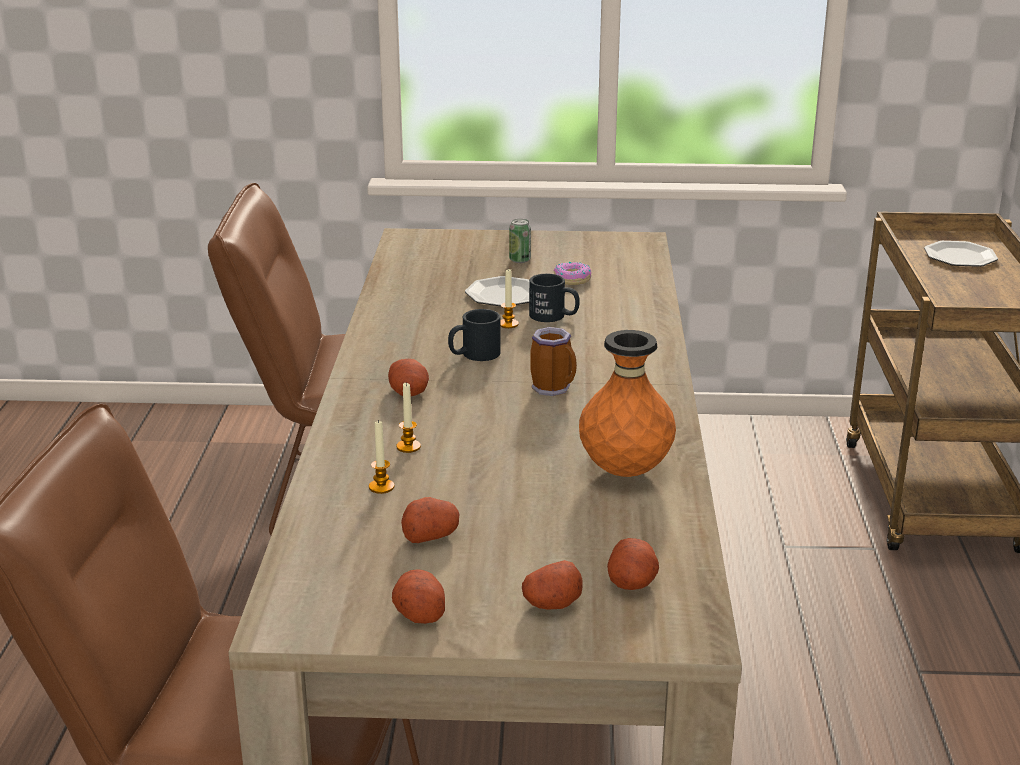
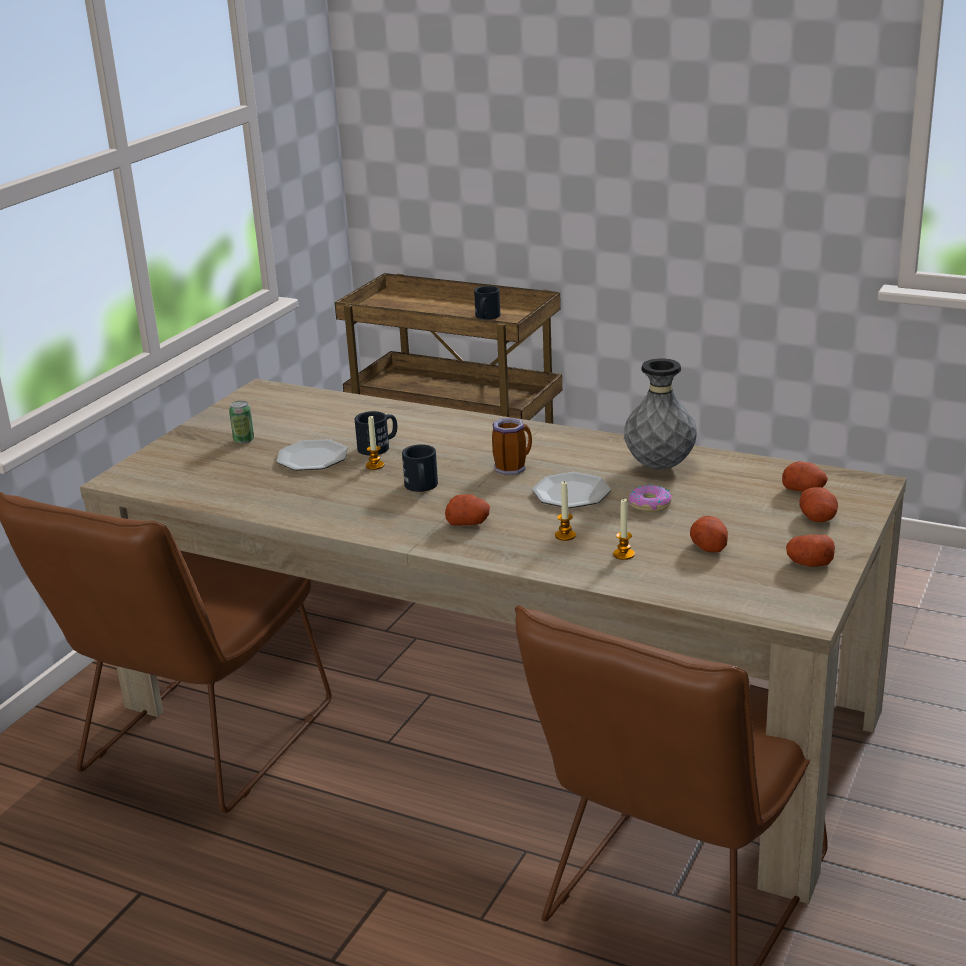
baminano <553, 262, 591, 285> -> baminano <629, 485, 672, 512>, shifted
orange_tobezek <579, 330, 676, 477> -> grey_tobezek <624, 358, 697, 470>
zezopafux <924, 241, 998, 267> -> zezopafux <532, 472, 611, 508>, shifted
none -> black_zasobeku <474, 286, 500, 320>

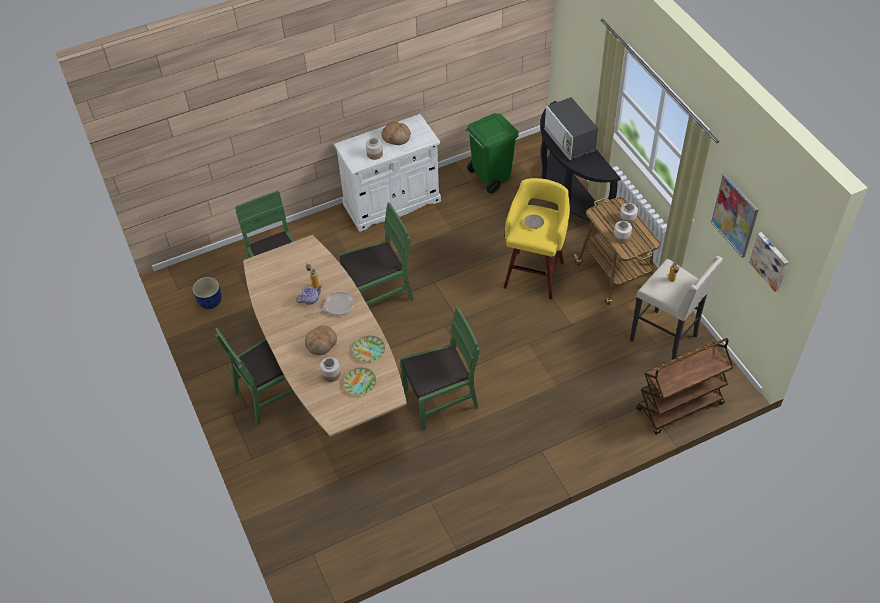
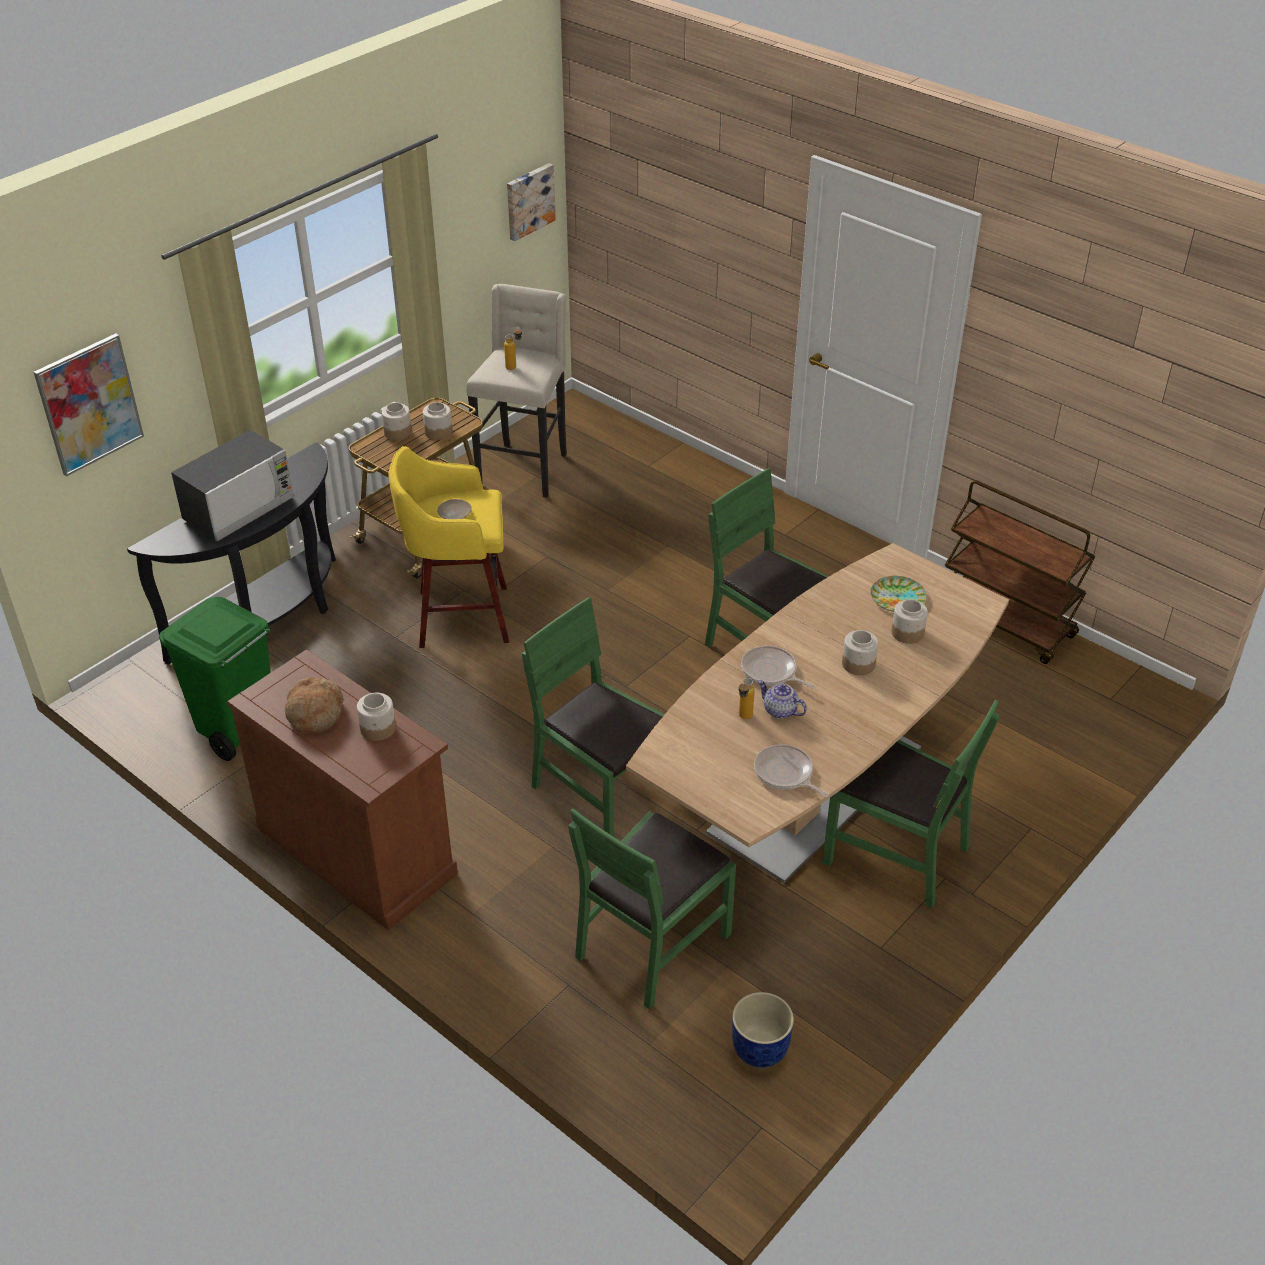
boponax <305, 325, 337, 355> -> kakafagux <842, 630, 878, 675>
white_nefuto <334, 114, 441, 232> -> brown_nefuto <227, 649, 458, 931>
zezopafux <353, 335, 385, 362> -> none
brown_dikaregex <636, 338, 734, 435> -> brown_dikaregex <944, 480, 1096, 664>, shifted
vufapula <711, 174, 759, 258> -> vufapula <34, 334, 144, 477>, shifted
none -> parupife <754, 744, 829, 798>

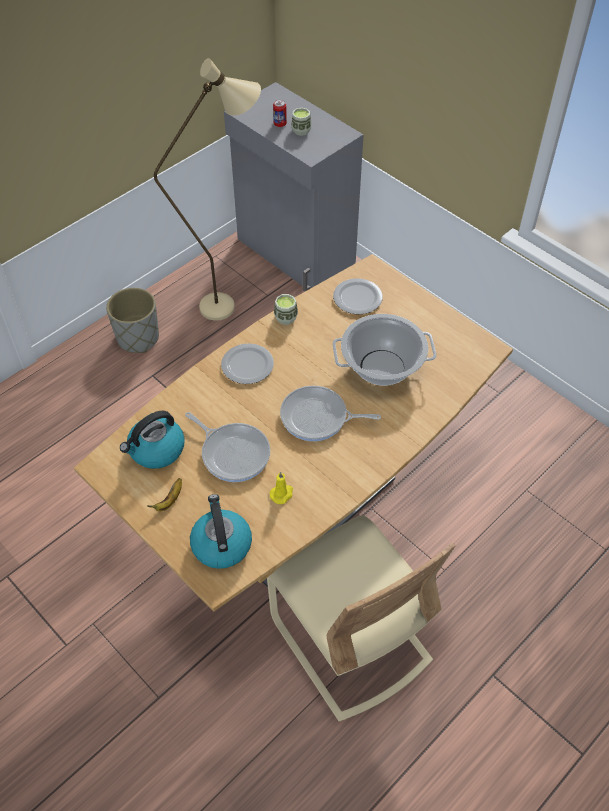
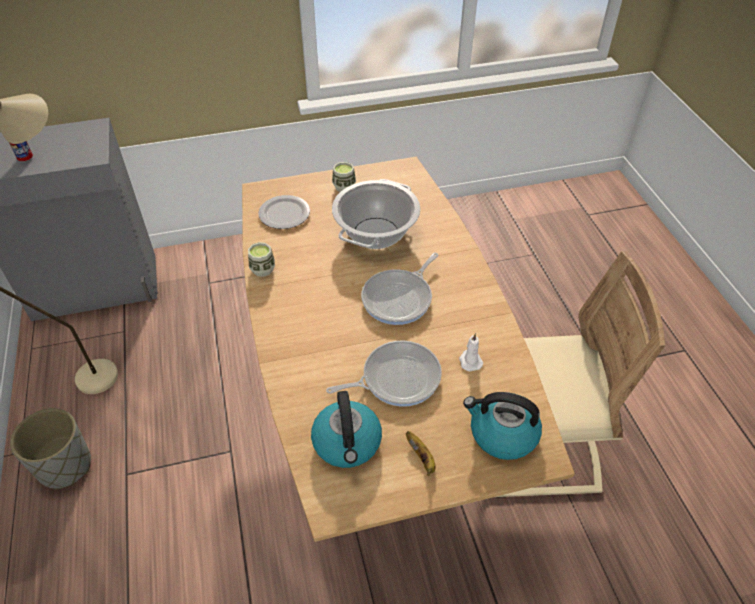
zezopafux <221, 343, 274, 384> -> none
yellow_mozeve <270, 472, 293, 504> -> white_mozeve <459, 333, 484, 371>
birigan <291, 108, 311, 136> -> birigan <332, 162, 356, 192>, shifted

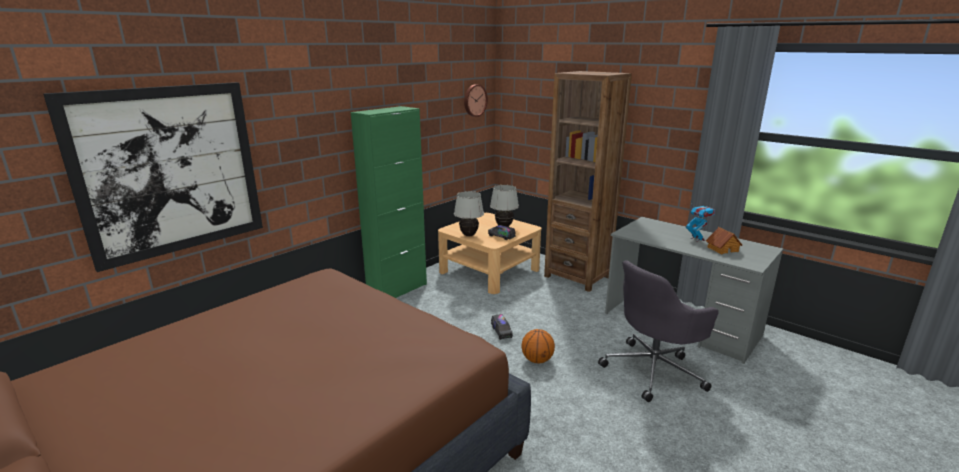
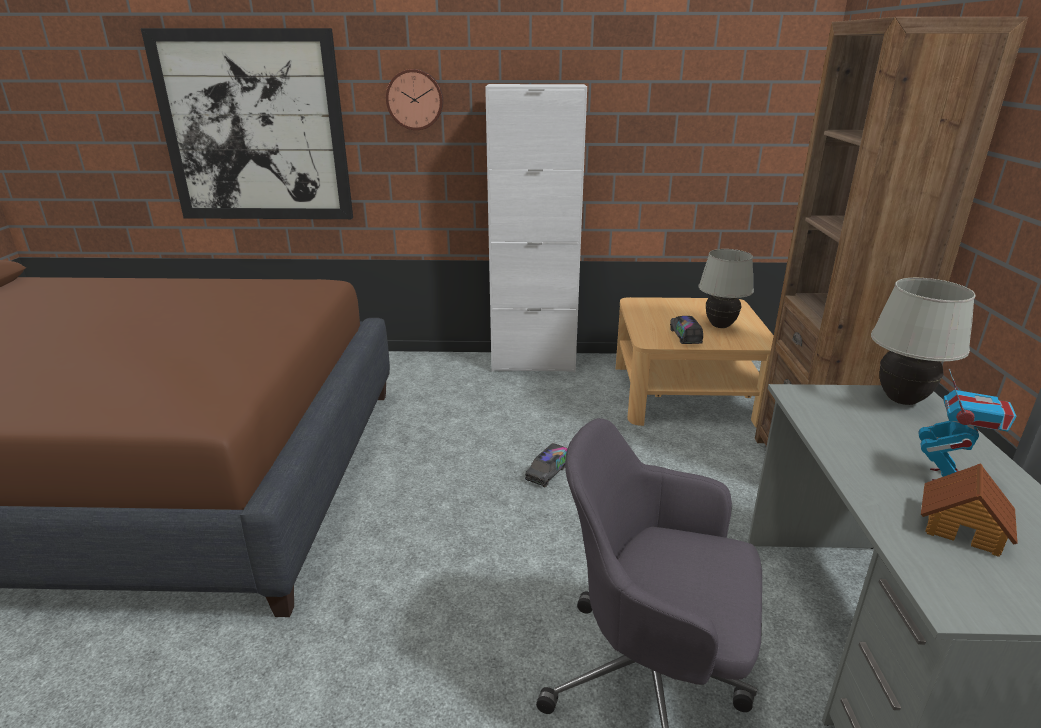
green_nefuto <351, 106, 427, 298> -> white_nefuto <485, 84, 587, 373>
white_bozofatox <454, 191, 484, 236> -> white_bozofatox <871, 278, 975, 405>, shifted
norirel <464, 84, 488, 117> -> norirel <386, 69, 443, 130>, shifted
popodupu <521, 329, 555, 363> -> none

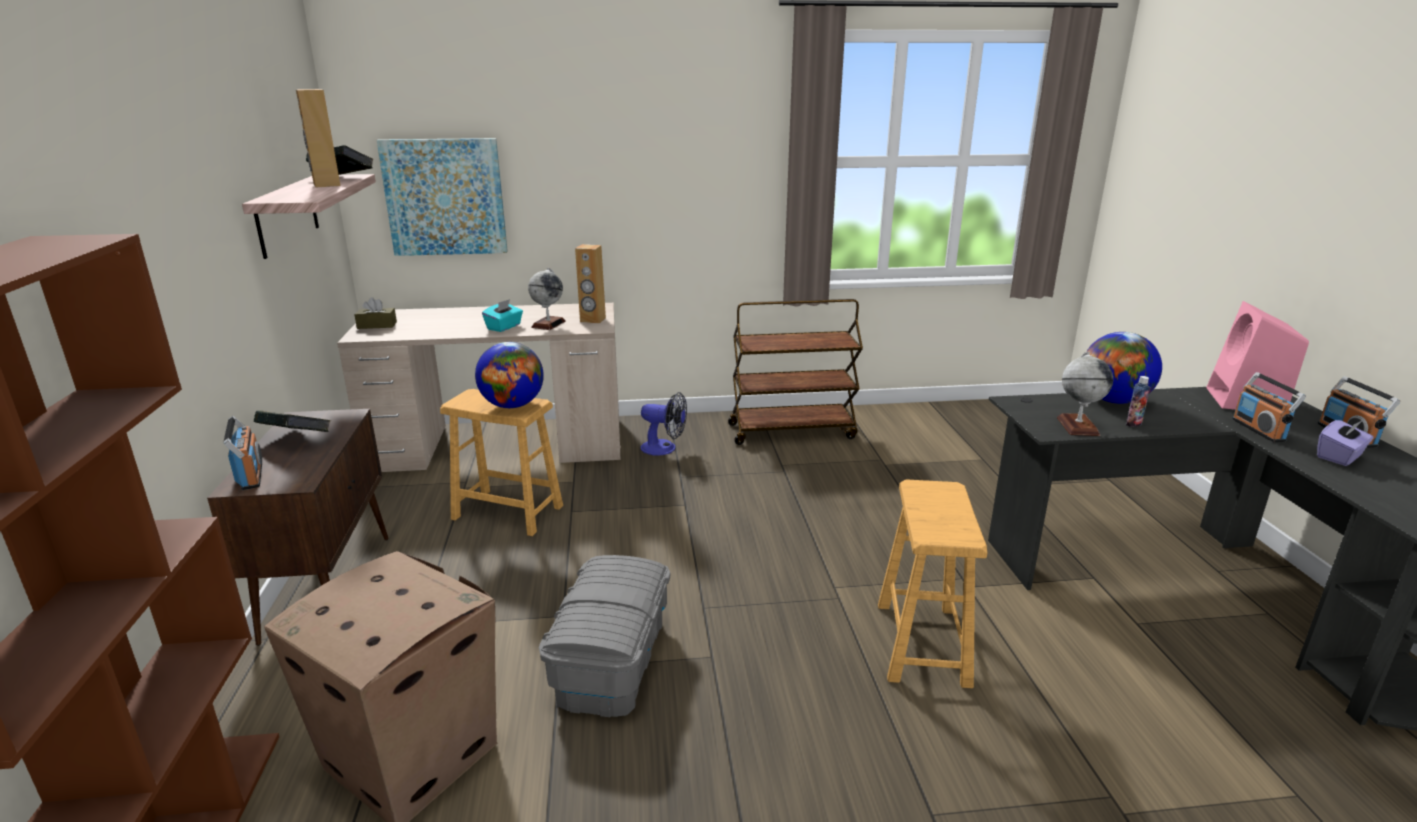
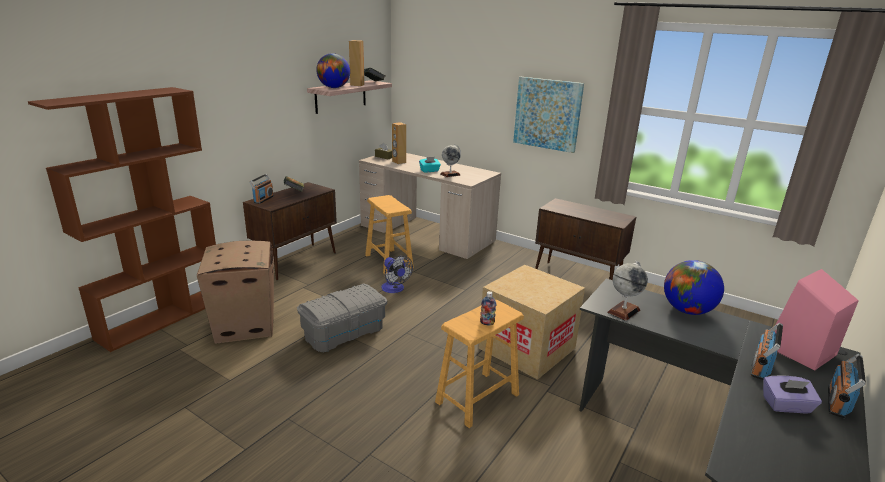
vufapula <376, 138, 508, 256> -> vufapula <513, 77, 584, 153>, shifted
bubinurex <475, 342, 544, 408> -> bubinurex <316, 53, 350, 88>, shifted
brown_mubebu <575, 244, 606, 324> -> brown_mubebu <392, 122, 406, 164>, shifted
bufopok <641, 392, 687, 456> -> bufopok <381, 256, 413, 293>, shifted
brown_dikaregex <728, 299, 863, 445> -> brown_nefuto <535, 198, 636, 280>
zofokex <1126, 376, 1150, 427> -> zofokex <480, 291, 496, 325>, shifted
none -> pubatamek <479, 265, 585, 380>

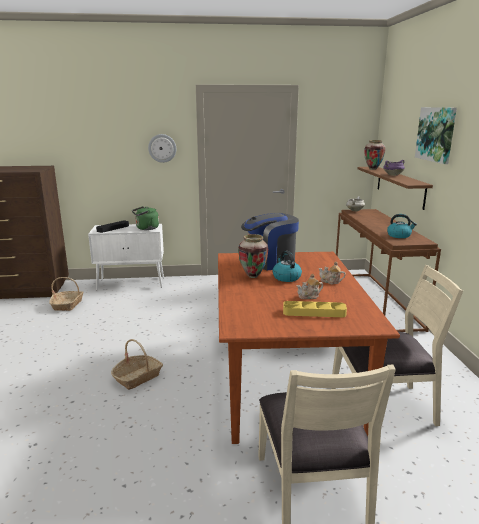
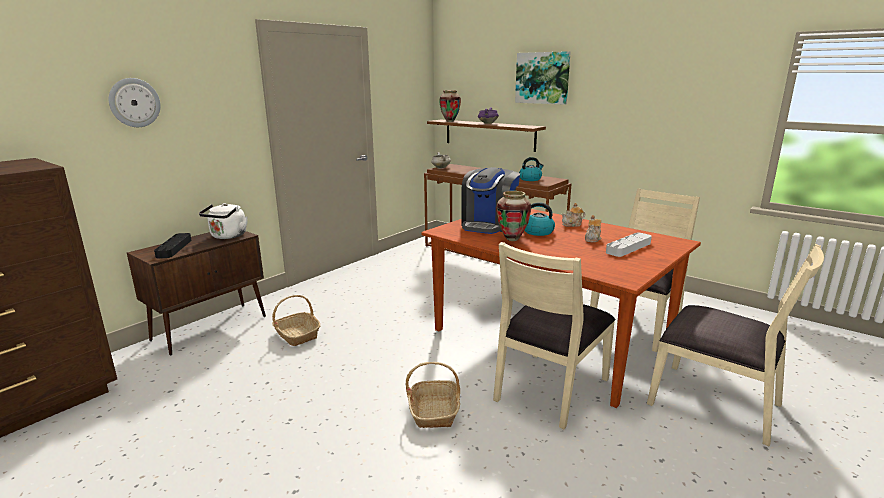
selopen <49, 277, 84, 311> -> selopen <272, 295, 320, 346>, shifted
white_nefuto <88, 224, 164, 291> -> brown_nefuto <127, 231, 266, 355>
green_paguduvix <132, 206, 159, 230> -> white_paguduvix <199, 203, 248, 239>
norirel <148, 134, 176, 163> -> norirel <109, 78, 160, 127>, shifted
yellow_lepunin <283, 301, 347, 317> -> grey_lepunin <606, 233, 652, 257>
none -> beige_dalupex <493, 242, 615, 429>

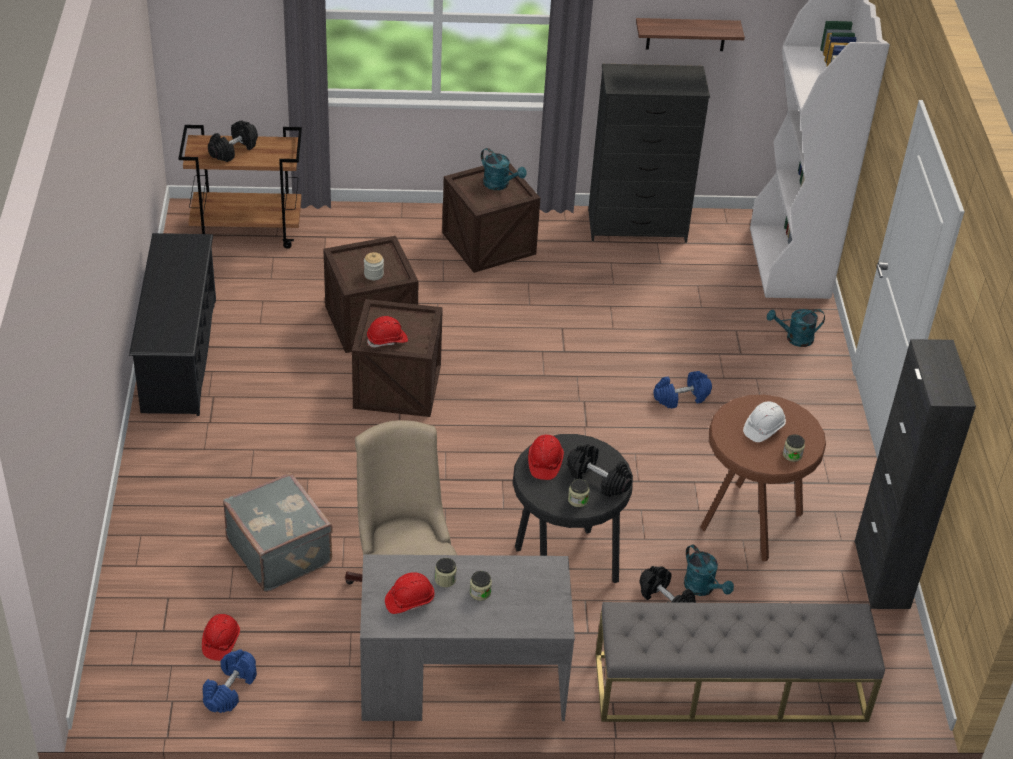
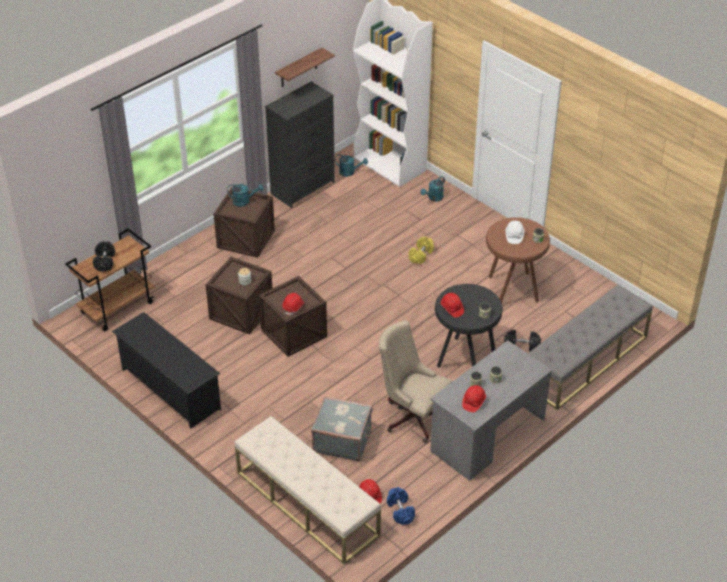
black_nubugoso <567, 444, 632, 497> -> none
blue_nubugoso <653, 371, 712, 409> -> yellow_nubugoso <409, 237, 434, 264>
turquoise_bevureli <684, 544, 734, 596> -> turquoise_bevureli <335, 154, 368, 177>, shifted
black_nefuto <854, 339, 976, 609> -> none
none -> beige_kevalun <235, 416, 381, 564>

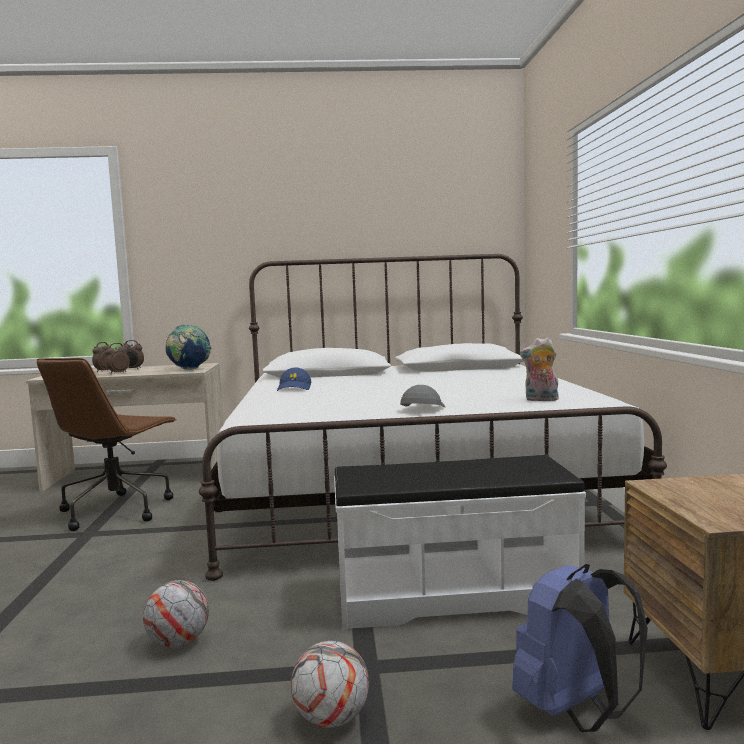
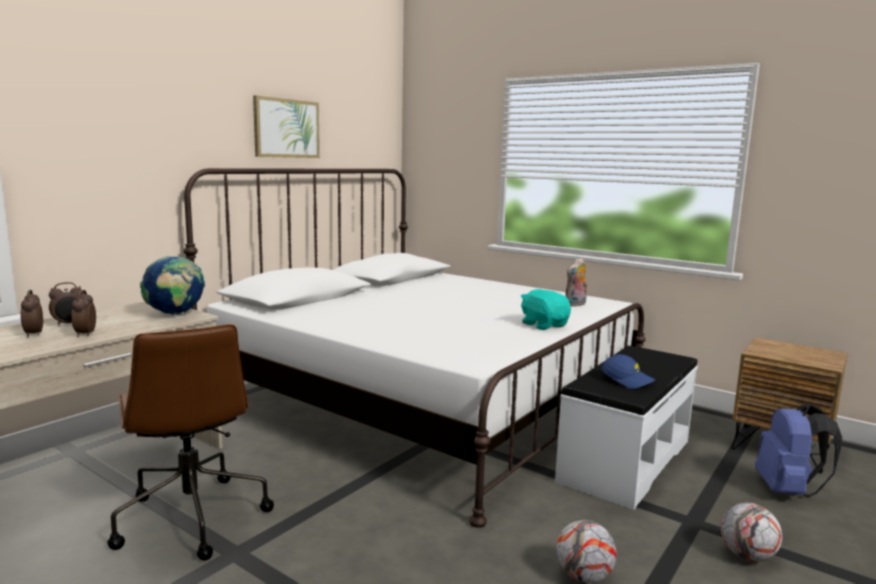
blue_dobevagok <277, 368, 311, 391> -> blue_dobevagok <602, 354, 655, 389>, shifted
grey_dobevagok <400, 385, 445, 407> -> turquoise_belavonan <521, 289, 571, 330>
none -> vufapula <253, 95, 320, 158>

